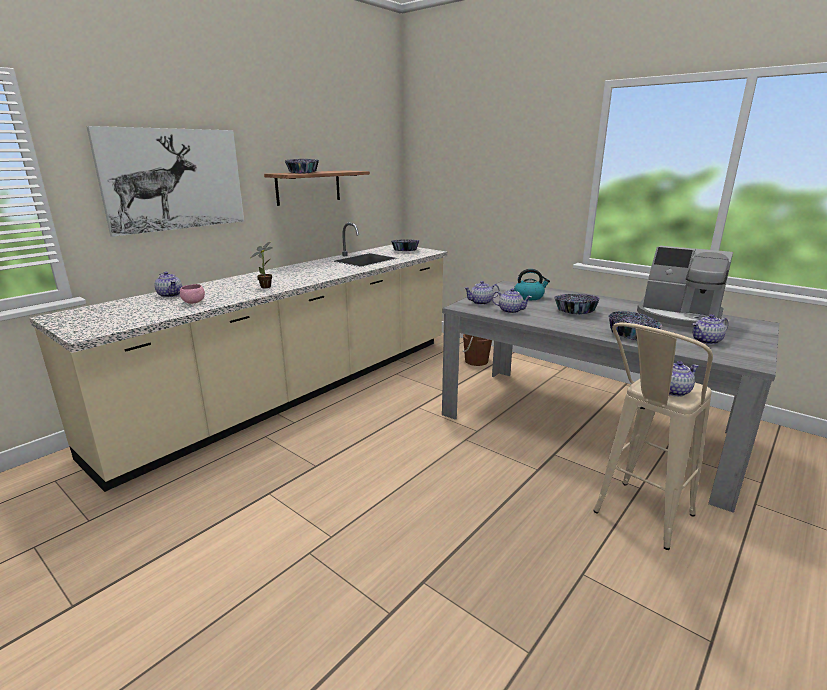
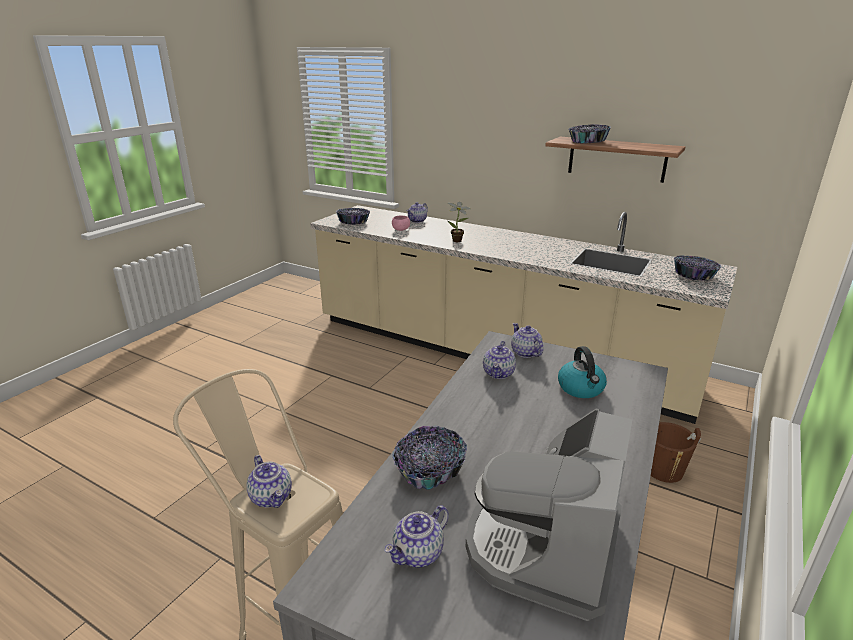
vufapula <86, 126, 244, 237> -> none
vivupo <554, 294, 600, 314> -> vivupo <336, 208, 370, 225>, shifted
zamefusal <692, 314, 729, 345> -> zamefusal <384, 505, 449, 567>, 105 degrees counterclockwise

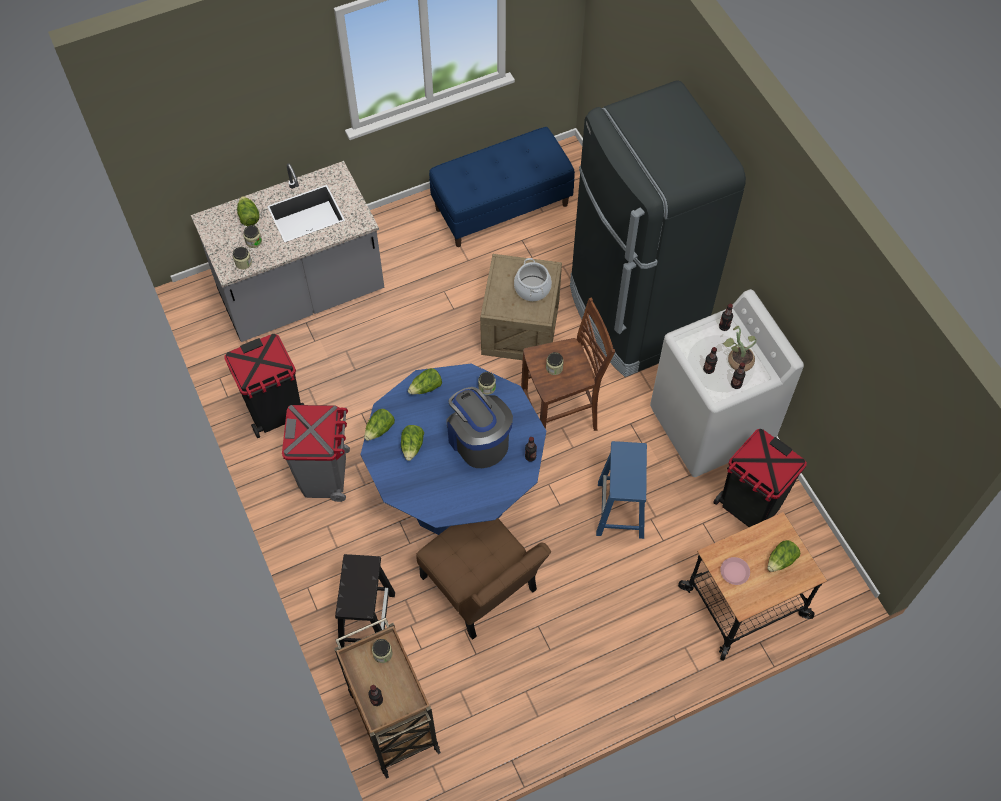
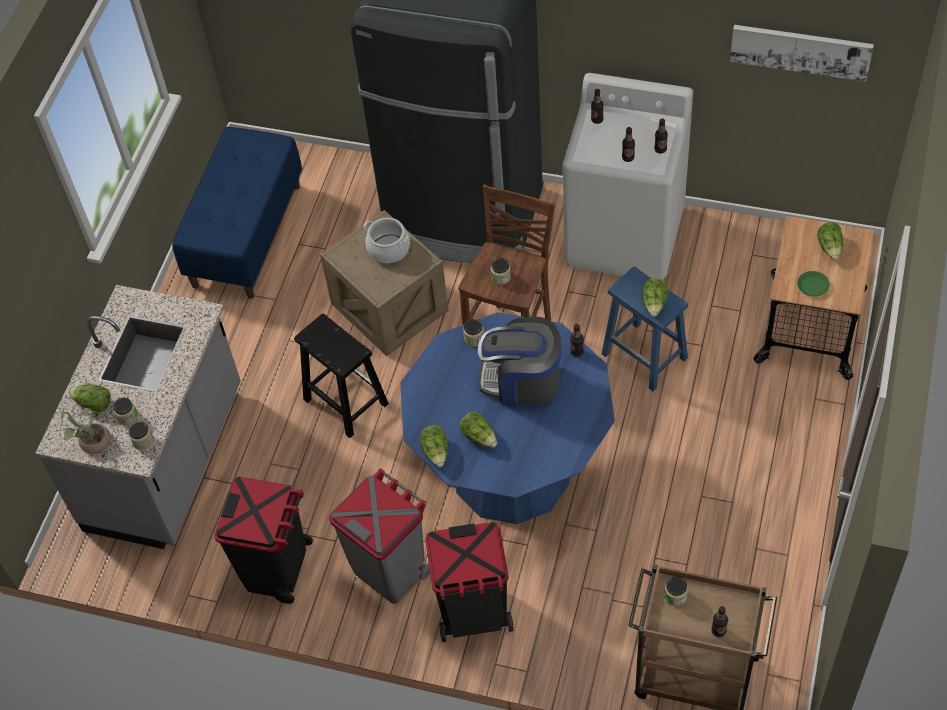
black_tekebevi <335, 554, 395, 648> -> black_tekebevi <294, 314, 389, 438>, shifted
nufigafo <408, 368, 442, 394> -> nufigafo <642, 278, 667, 317>, shifted
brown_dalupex <416, 518, 551, 640> -> none
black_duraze <713, 429, 807, 527> -> black_duraze <425, 522, 514, 642>, shifted
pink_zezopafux <720, 557, 750, 585> -> green_zezopafux <797, 271, 830, 297>
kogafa <722, 326, 756, 371> -> kogafa <61, 408, 111, 454>, shifted
none -> vufapula <730, 25, 874, 81>

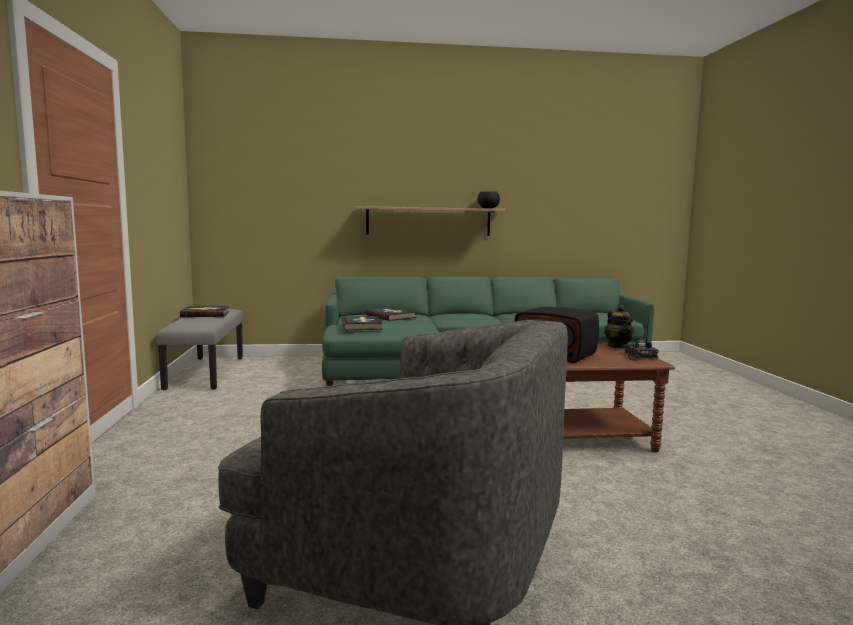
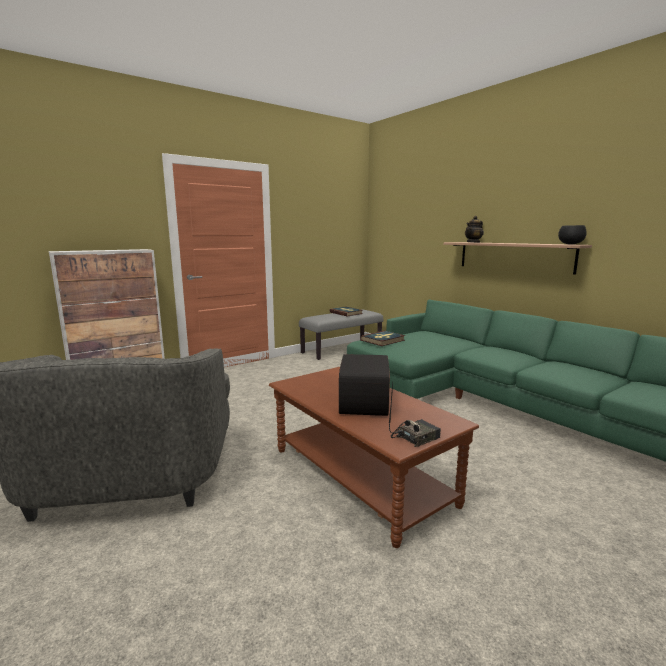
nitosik <366, 307, 416, 321> -> none
zamefusal <604, 305, 635, 349> -> zamefusal <465, 216, 484, 243>, shifted

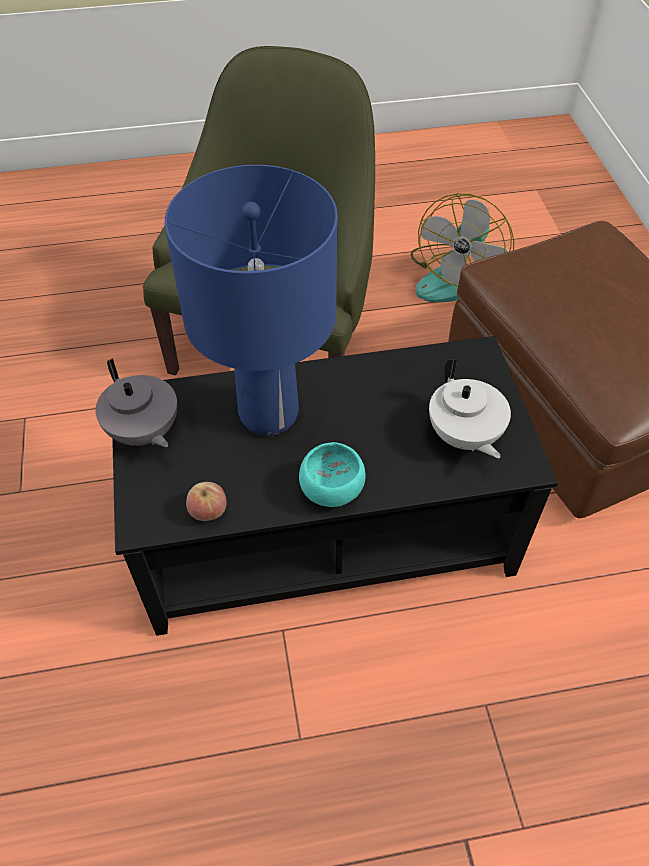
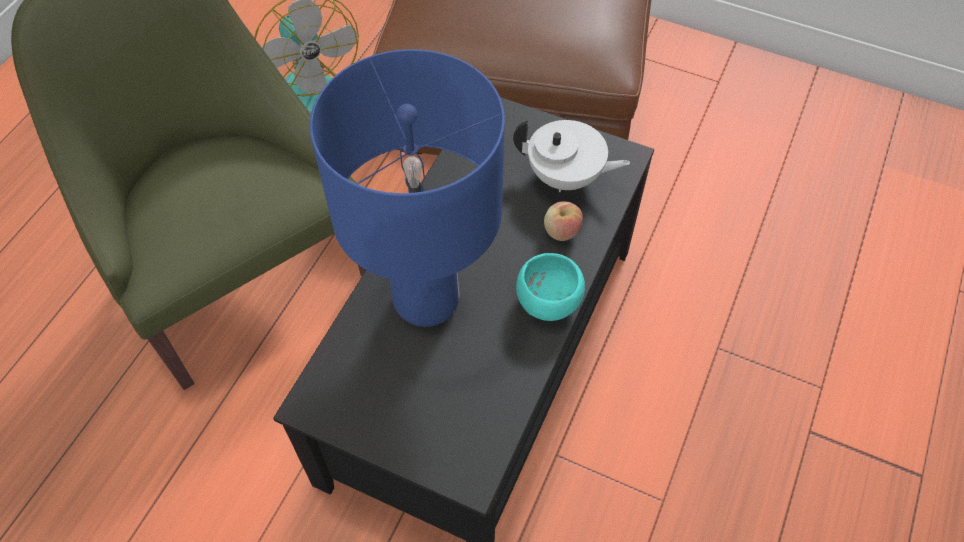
grey_zamefusal <95, 359, 177, 447> -> none
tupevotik <186, 482, 226, 521> -> tupevotik <544, 201, 583, 241>, shifted

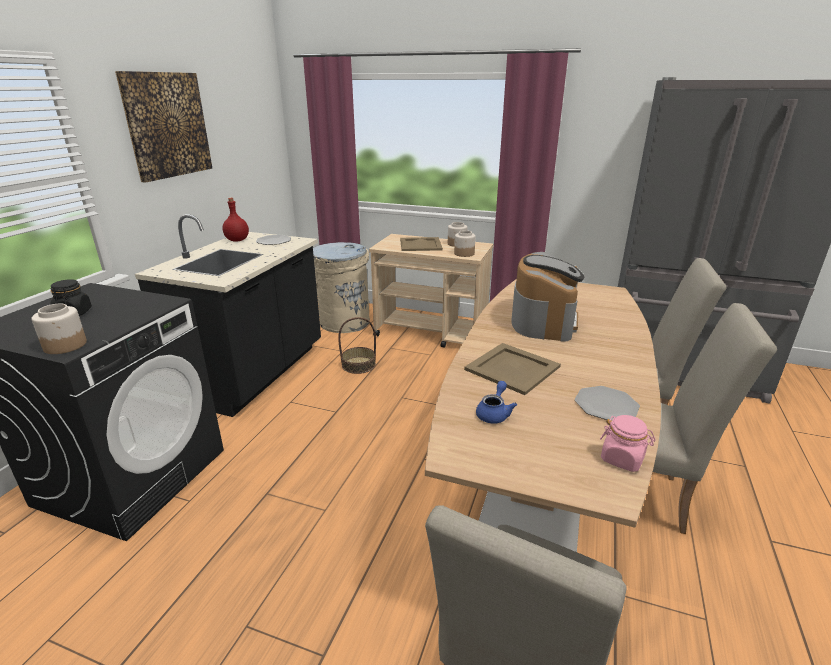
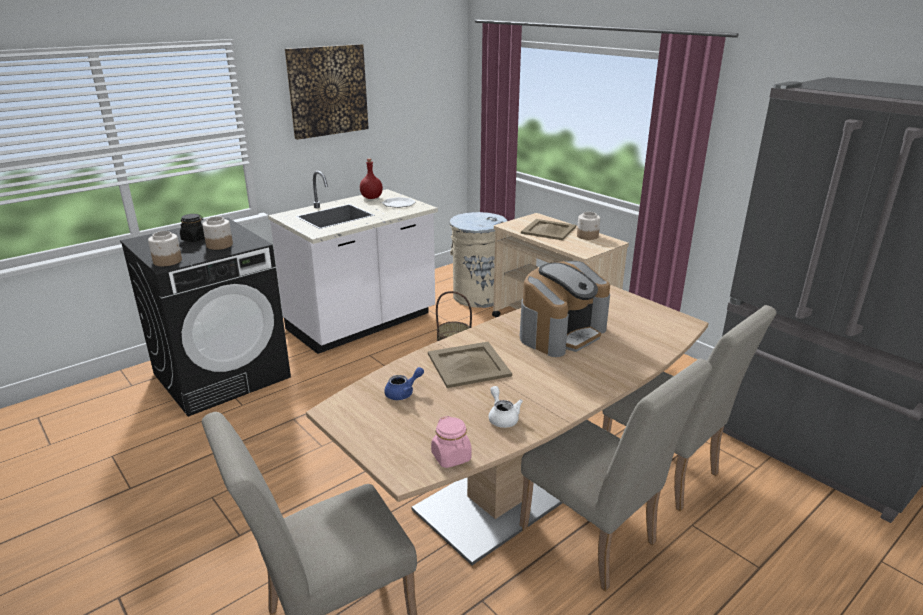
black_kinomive <135, 214, 321, 417> -> white_kinomive <268, 171, 438, 354>
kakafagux <454, 230, 476, 257> -> kakafagux <202, 216, 233, 250>, shifted
zezopafux <575, 386, 640, 420> -> white_zamefusal <489, 386, 523, 428>

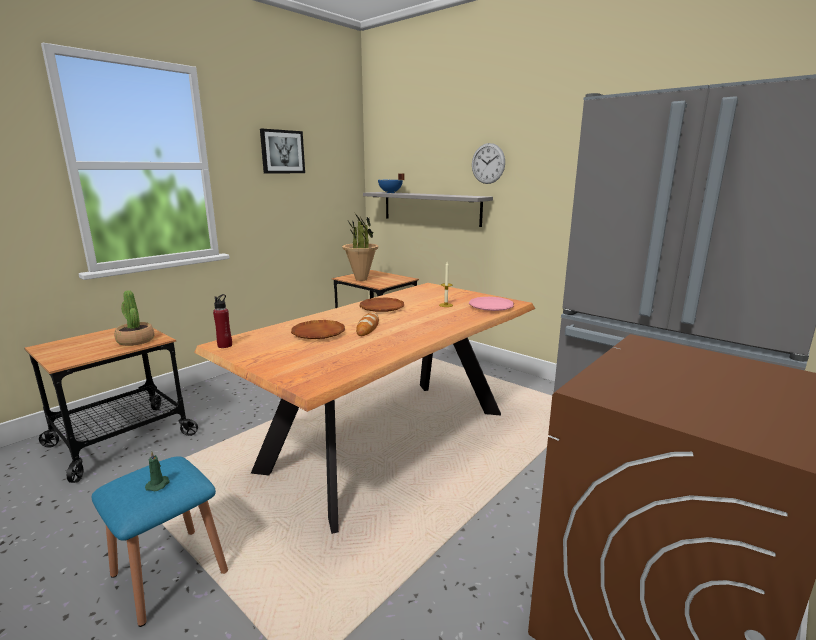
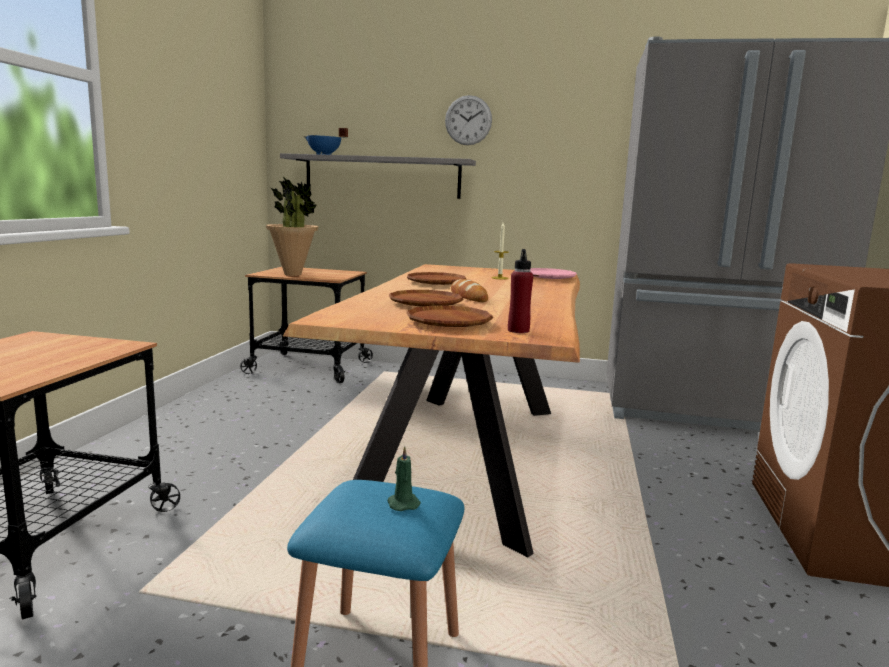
kogafa <114, 290, 154, 346> -> none
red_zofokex <213, 294, 232, 348> -> red_zofokex <508, 249, 533, 333>, shifted
vufapula <260, 129, 305, 174> -> none
none -> brown_zezopafux <406, 306, 493, 327>

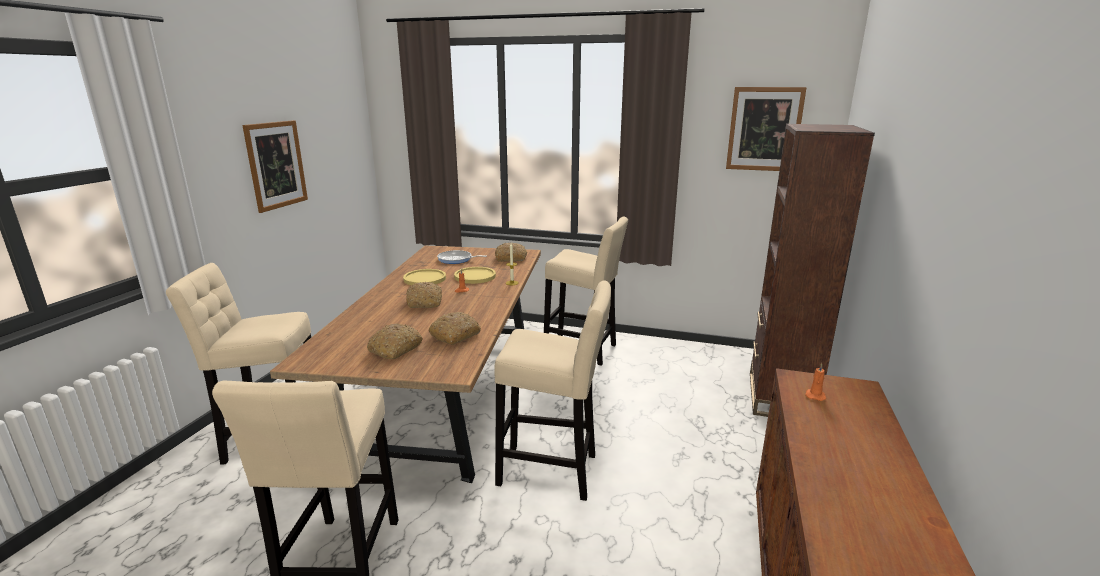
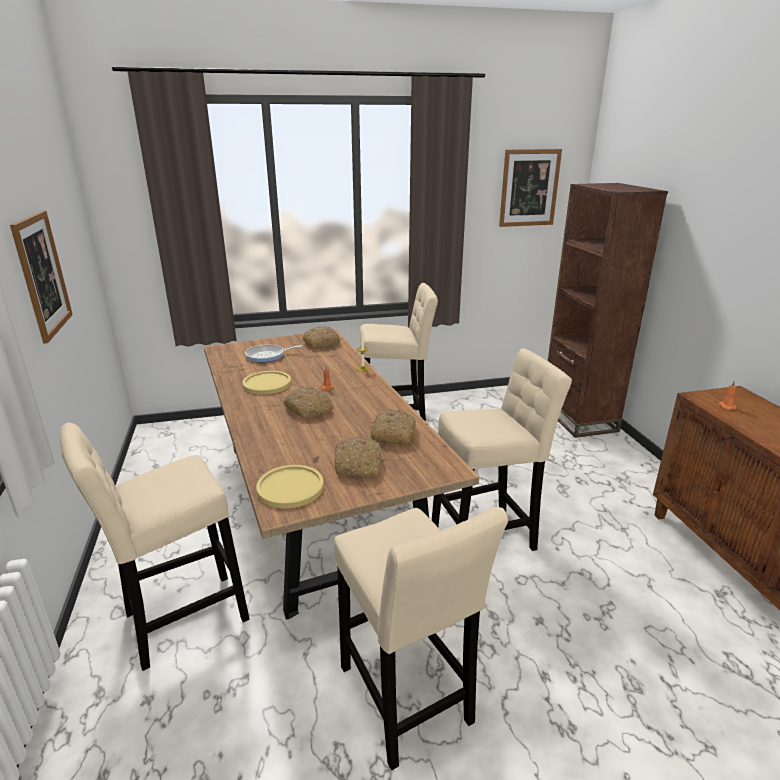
yellow_zezopafux <454, 267, 496, 284> -> yellow_zezopafux <256, 465, 324, 508>, shifted

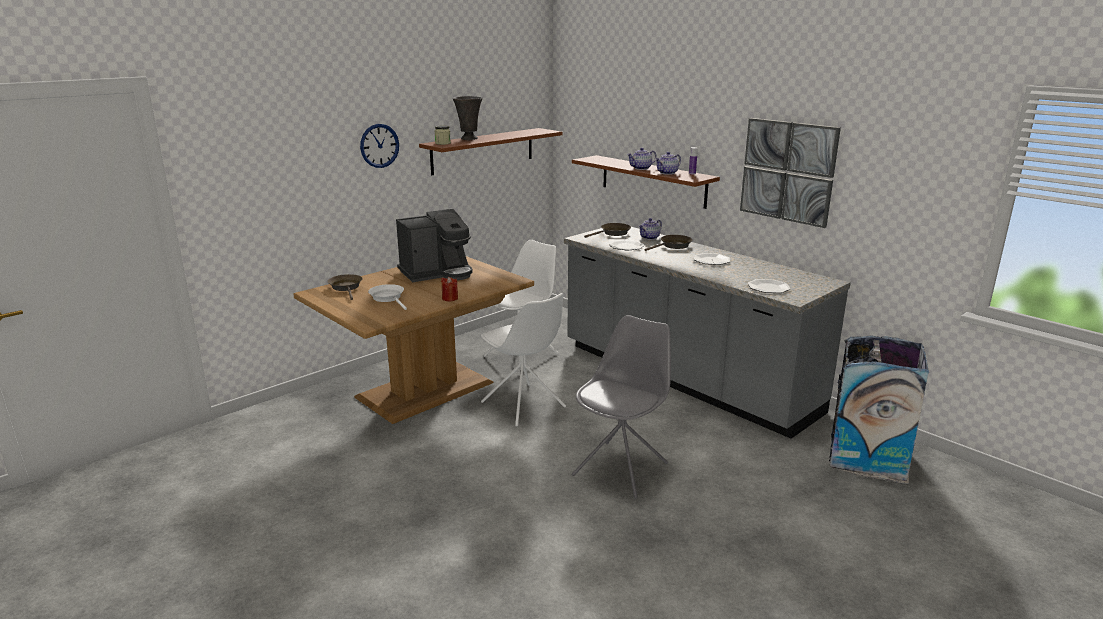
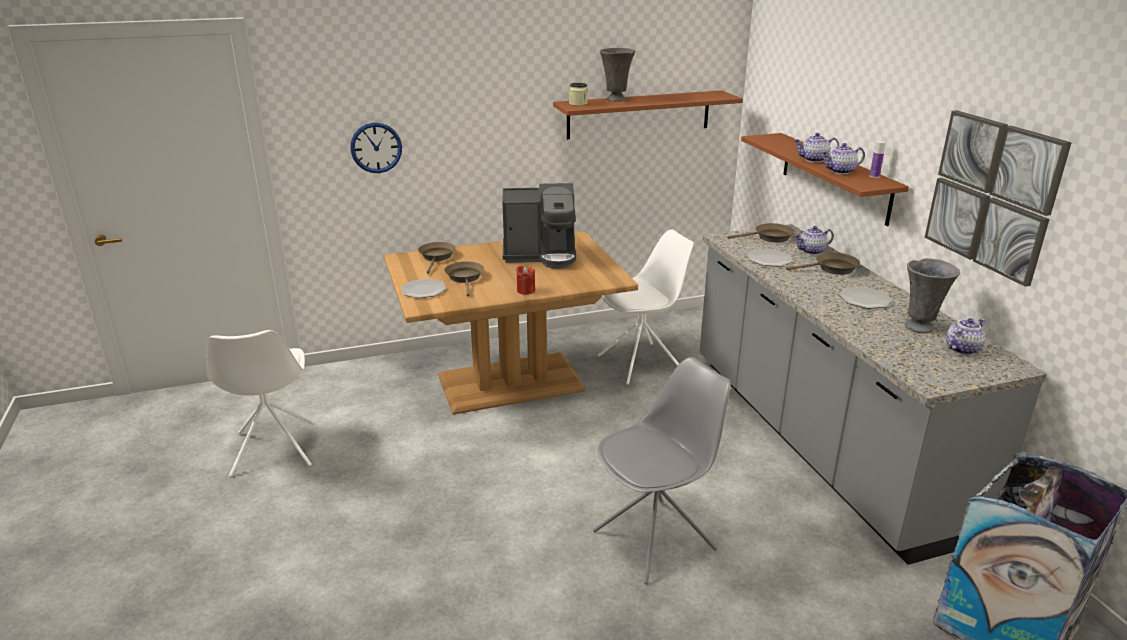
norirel <360, 124, 399, 168> -> norirel <350, 123, 402, 173>, shifted
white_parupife <368, 284, 407, 310> -> brown_parupife <444, 261, 484, 296>
white_dalupex <481, 293, 566, 426> -> white_dalupex <206, 330, 315, 477>, shifted
zezopafux <748, 279, 791, 293> -> zezopafux <401, 279, 446, 298>, shifted
none -> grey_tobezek <905, 258, 960, 333>
none -> zamefusal <946, 318, 986, 355>

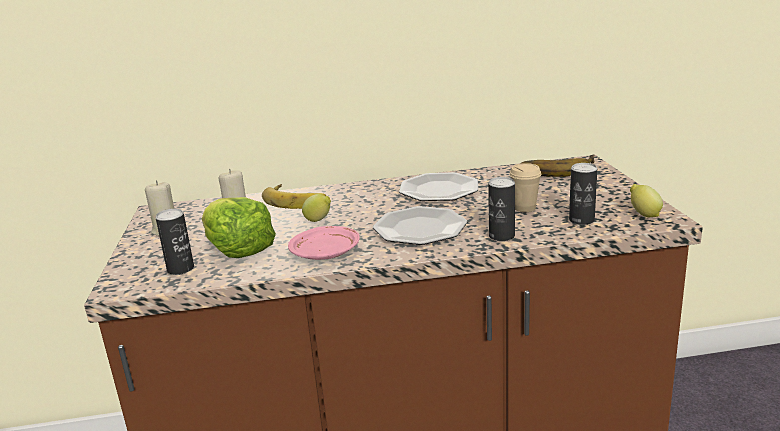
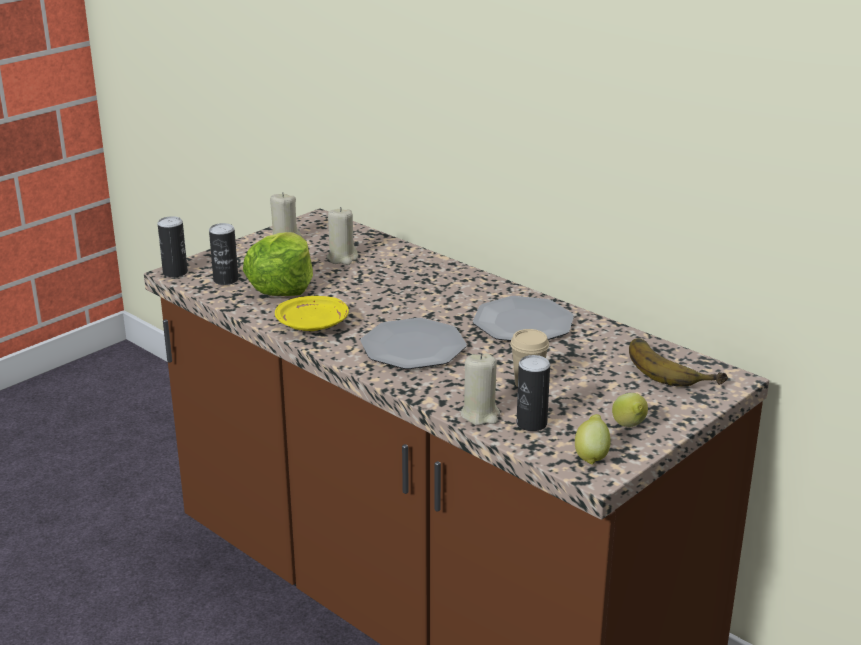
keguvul <262, 184, 326, 209> -> none
pink_zezopafux <288, 226, 360, 260> -> yellow_zezopafux <275, 296, 349, 331>
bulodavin <302, 194, 331, 222> -> bulodavin <612, 393, 648, 427>, shifted
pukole <488, 177, 515, 241> -> pukole <158, 216, 188, 278>, shifted
none -> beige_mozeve <460, 353, 500, 425>

